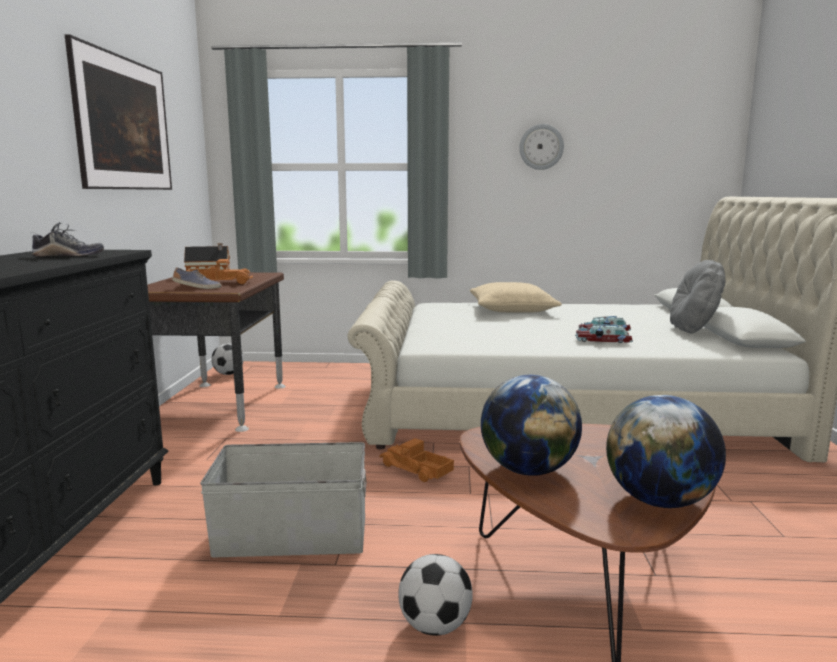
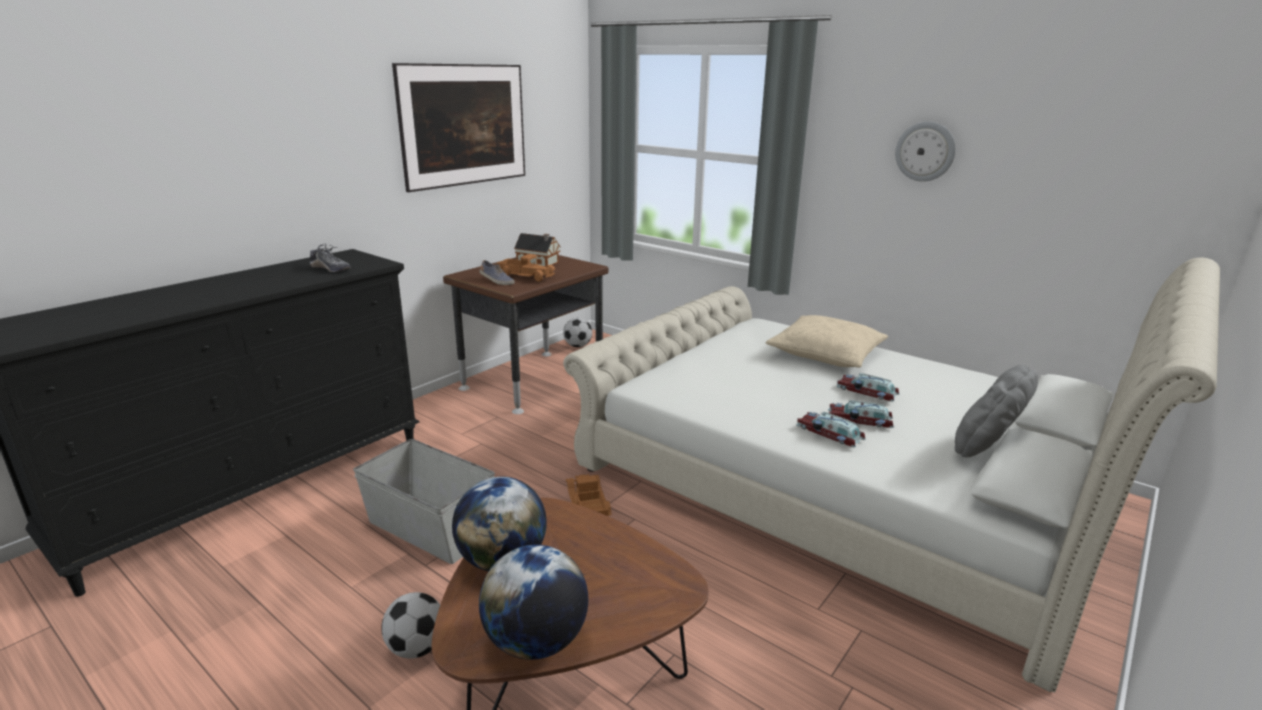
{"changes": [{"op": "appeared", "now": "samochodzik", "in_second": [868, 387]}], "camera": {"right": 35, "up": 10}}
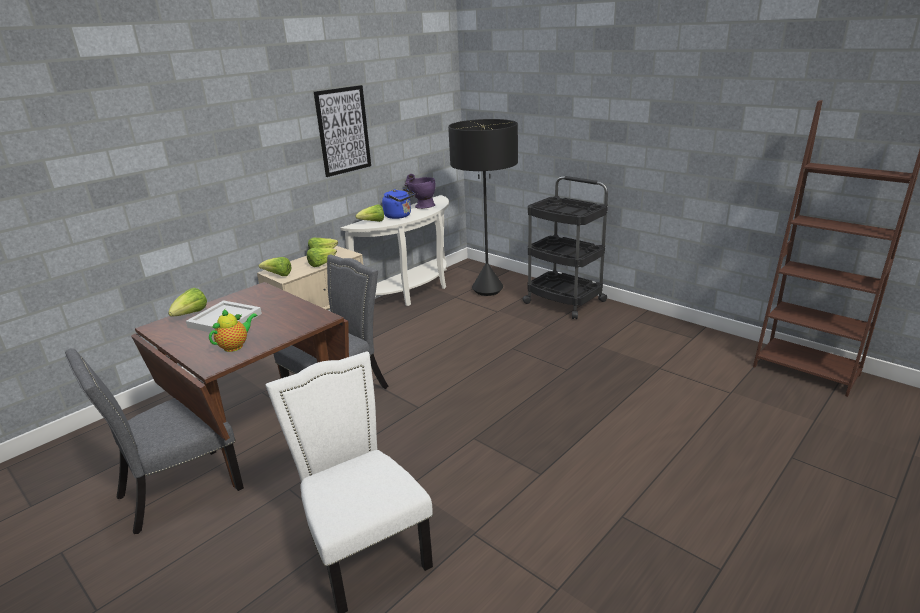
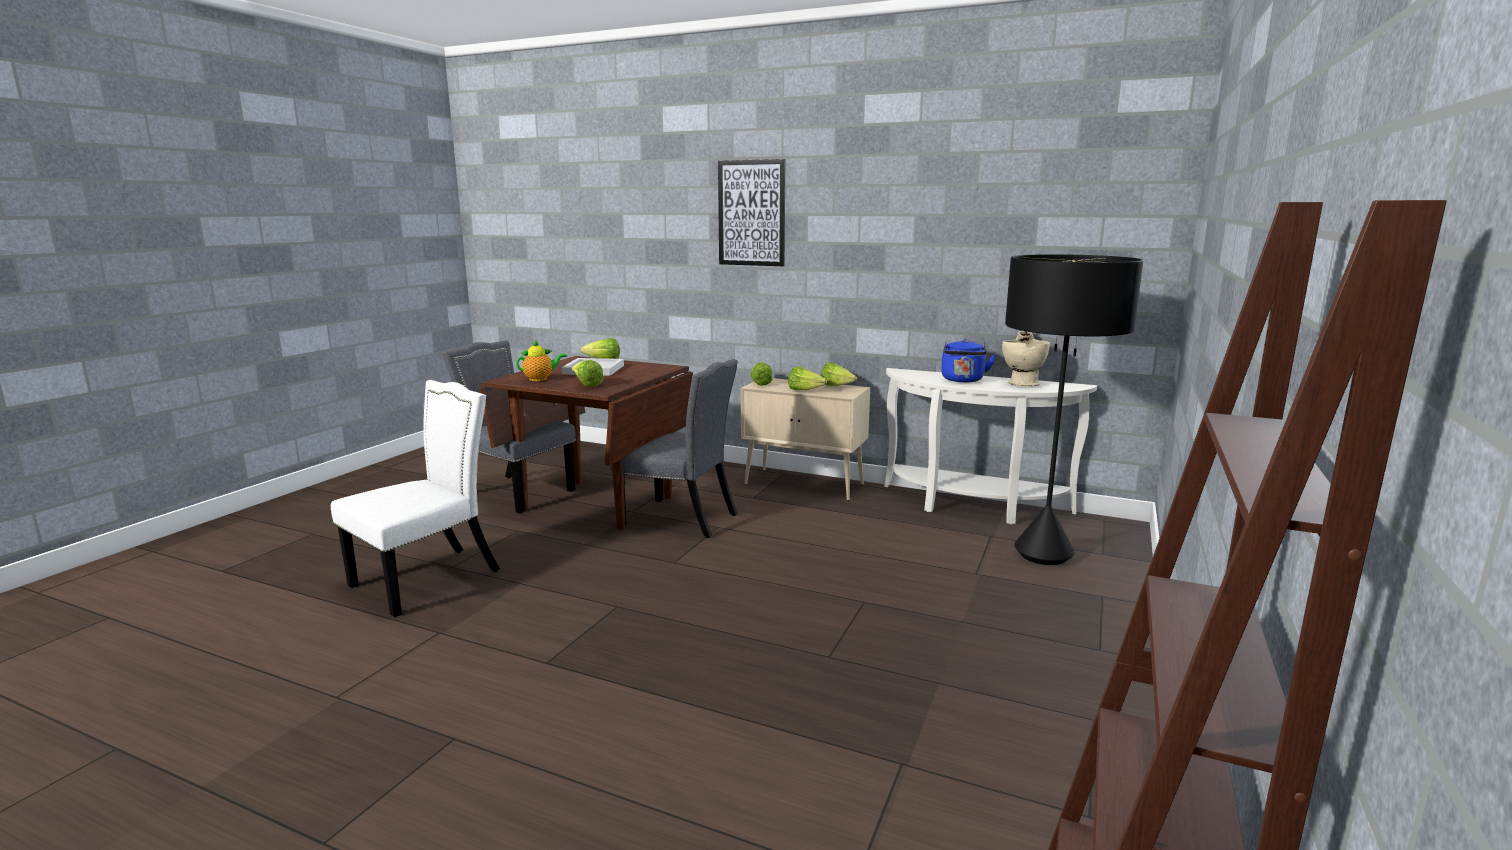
{"changes": [{"op": "spun", "was": "imbryk", "in_first": [233, 330], "in_second": [541, 360], "clockwise": -45}, {"op": "relocated", "was": "obraz", "in_first": [342, 131], "in_second": [752, 212]}, {"op": "relocated", "was": "sałata", "in_first": [369, 213], "in_second": [588, 373]}, {"op": "colour", "was": "wazon/fioletowy", "now": "wazon/beżowy", "in_first": [420, 191], "in_second": [1026, 358]}, {"op": "missing", "was": "wózek/czarny", "in_first": [565, 247]}], "camera": {"right": 70, "up": -10}}
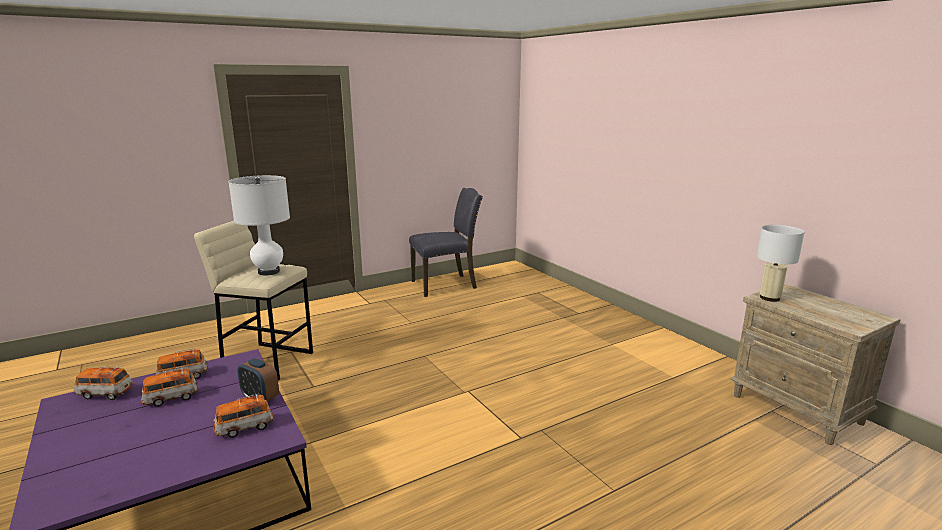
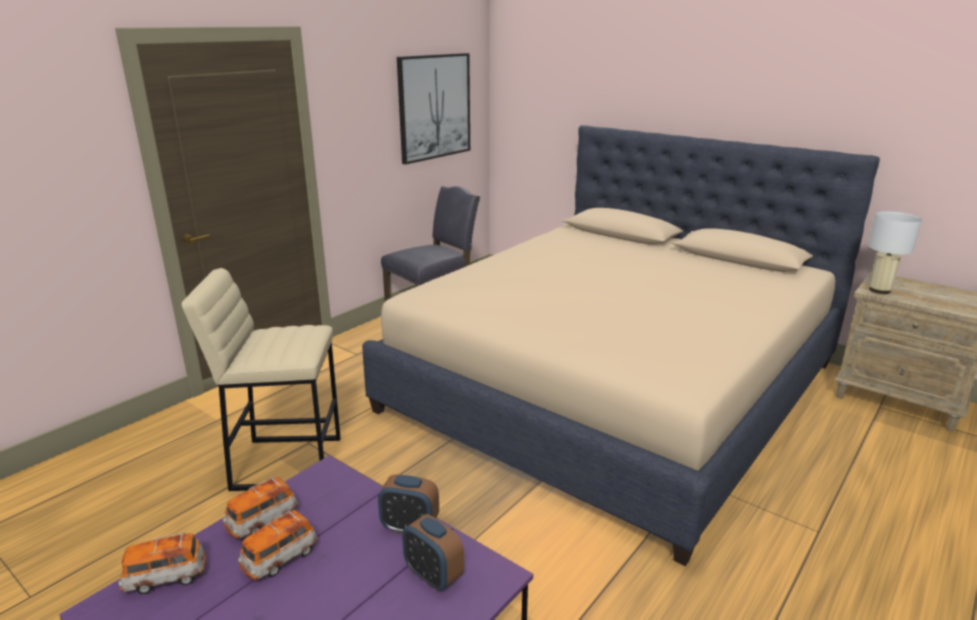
{"changes": [{"op": "exchanged", "was": "samochodzik", "now": "budzik", "in_first": [243, 416], "in_second": [433, 552]}, {"op": "missing", "was": "lampa stołowa/biały", "in_first": [259, 225]}, {"op": "appeared", "now": "łóżko/beżowy", "in_second": [621, 345]}, {"op": "appeared", "now": "obraz", "in_second": [433, 109]}], "camera": {"right": -20, "up": 5}}
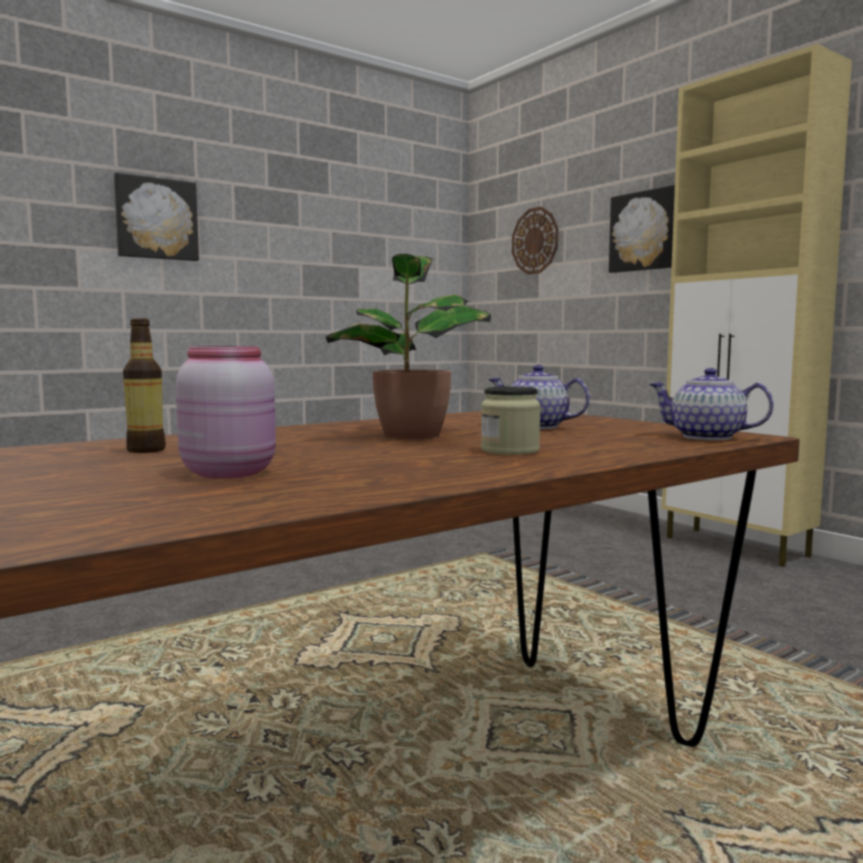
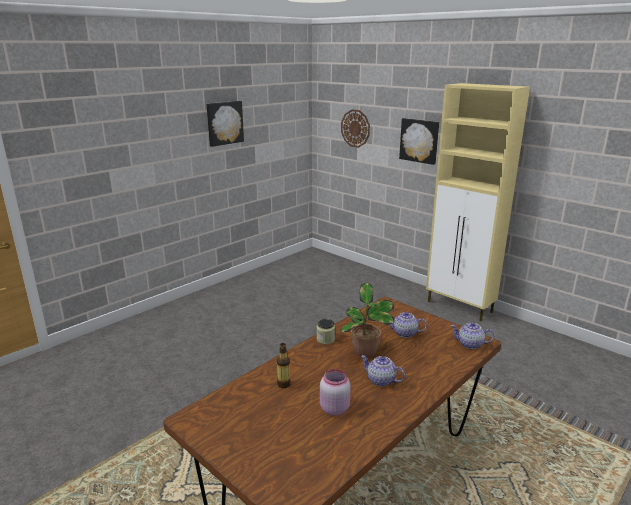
{"changes": [{"op": "relocated", "was": "obraz", "in_first": [156, 217], "in_second": [225, 124]}, {"op": "relocated", "was": "słoik", "in_first": [511, 420], "in_second": [326, 331]}, {"op": "appeared", "now": "imbryk", "in_second": [382, 371]}], "camera": {"right": -10, "up": 15}}
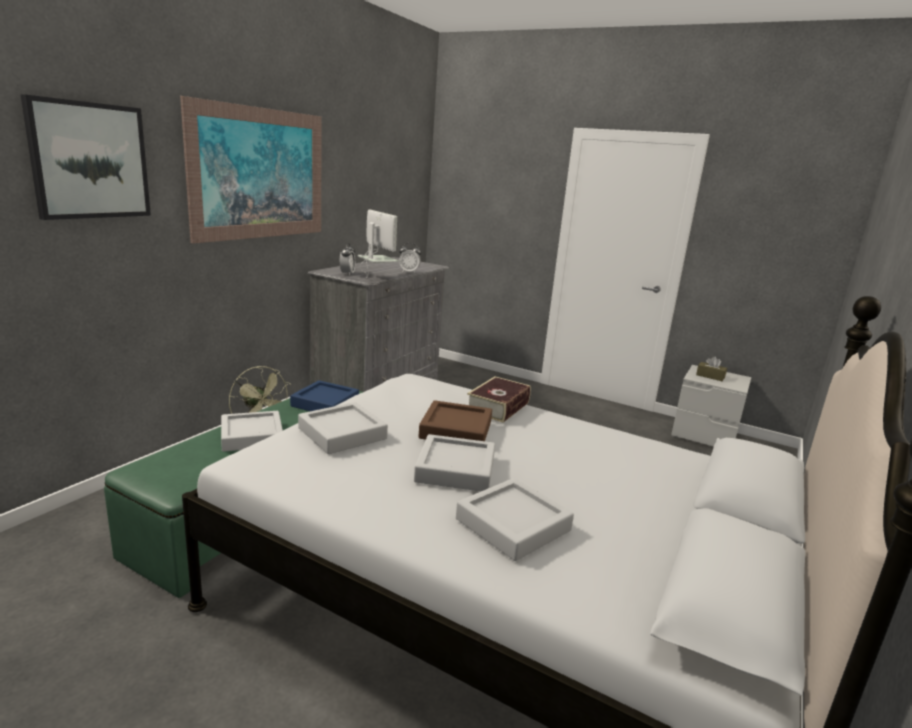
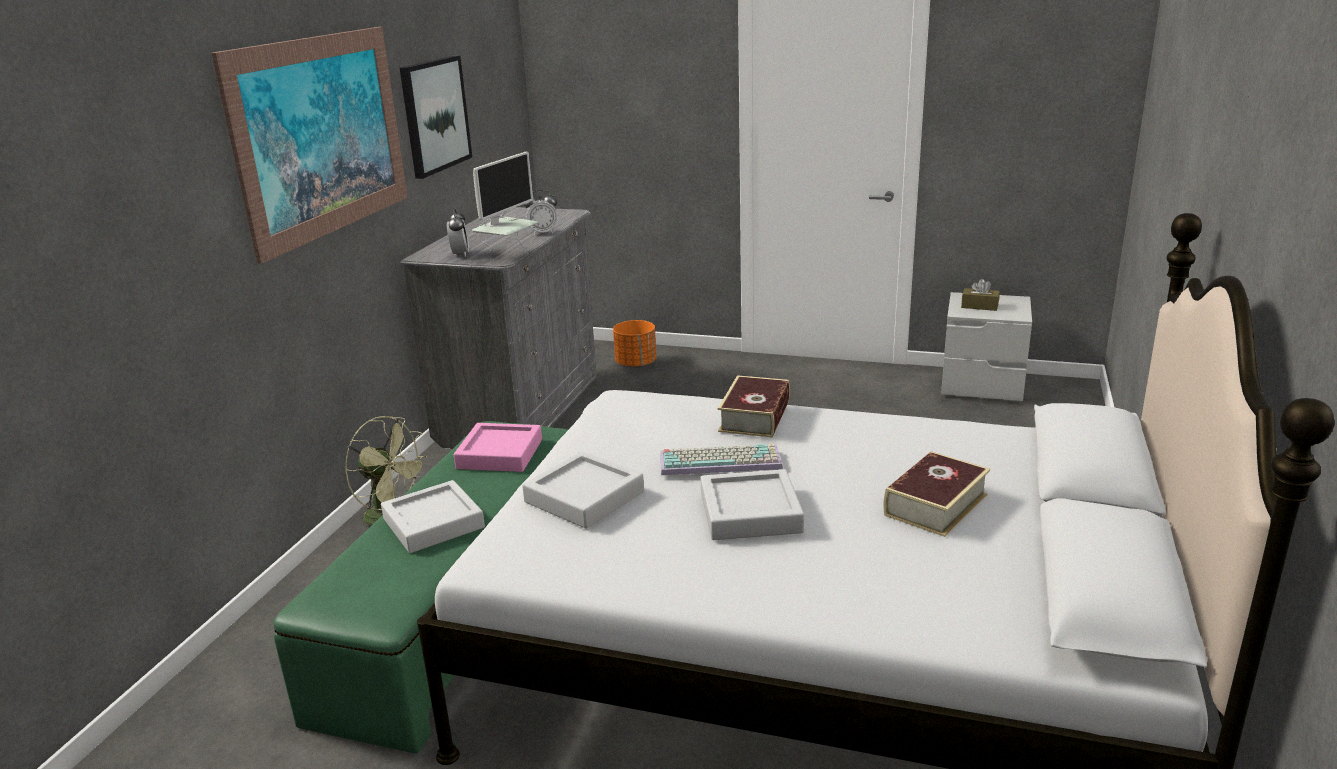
{"changes": [{"op": "relocated", "was": "obraz", "in_first": [85, 157], "in_second": [436, 117]}, {"op": "colour", "was": "taca/niebieski", "now": "taca/różowy", "in_first": [324, 395], "in_second": [498, 447]}, {"op": "spun", "was": "monitor", "in_first": [379, 243], "in_second": [505, 202], "clockwise": 75}, {"op": "exchanged", "was": "taca/brązowy", "now": "klawiatura", "in_first": [455, 420], "in_second": [721, 459]}, {"op": "missing", "was": "taca/szary", "in_first": [515, 519]}, {"op": "appeared", "now": "donica/pomarańczowy", "in_second": [634, 344]}, {"op": "appeared", "now": "książka", "in_second": [937, 494]}], "camera": {"right": -10, "up": 5}}
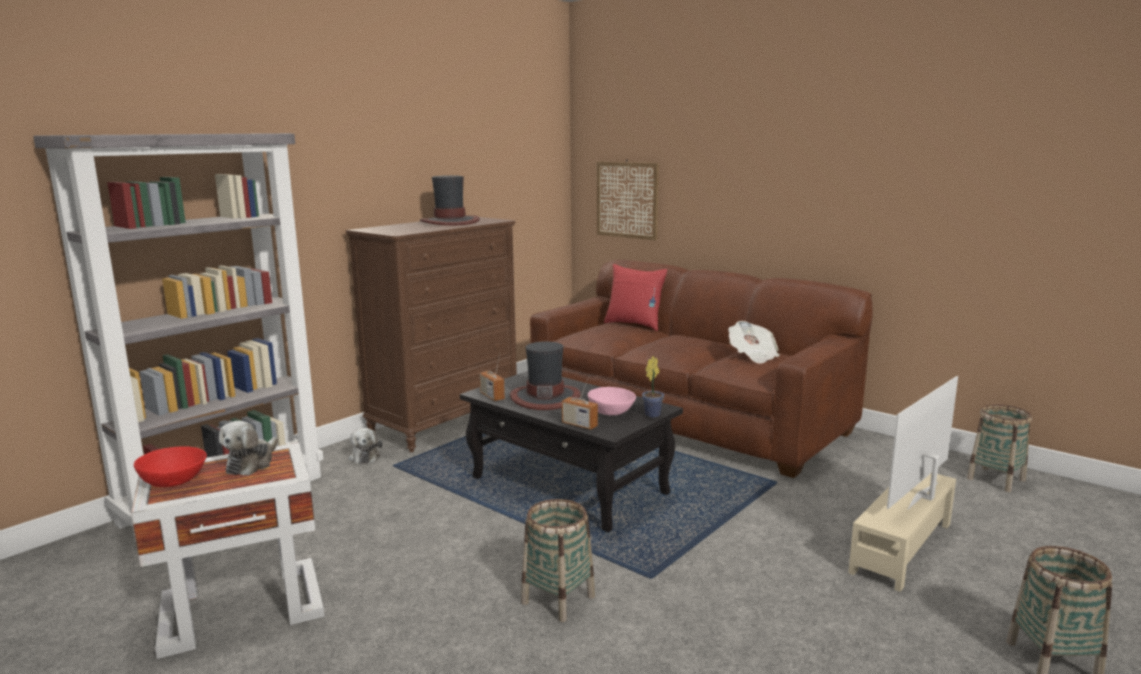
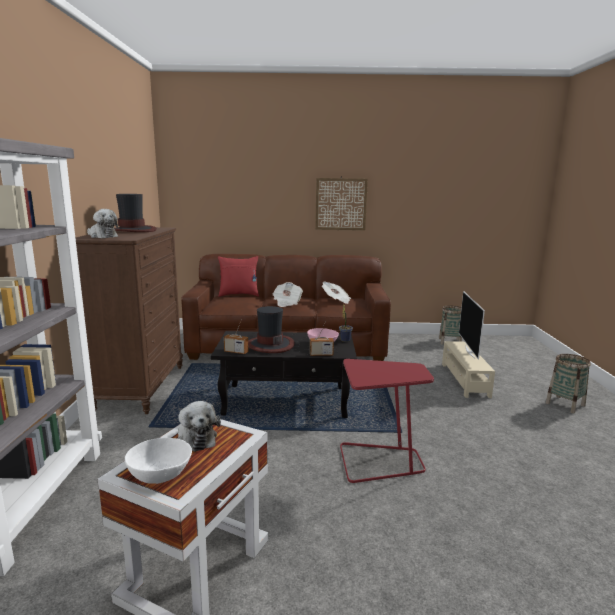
{"changes": [{"op": "colour", "was": "miska/czerwony", "now": "miska/biały", "in_first": [170, 466], "in_second": [158, 461]}, {"op": "relocated", "was": "pluszak", "in_first": [365, 446], "in_second": [102, 223]}, {"op": "exchanged", "was": "koszyk", "now": "stolik/czerwony", "in_first": [558, 560], "in_second": [387, 421]}, {"op": "relocated", "was": "obraz", "in_first": [628, 200], "in_second": [341, 203]}, {"op": "appeared", "now": "gazeta", "in_second": [288, 294]}], "camera": {"right": -40, "up": 0}}
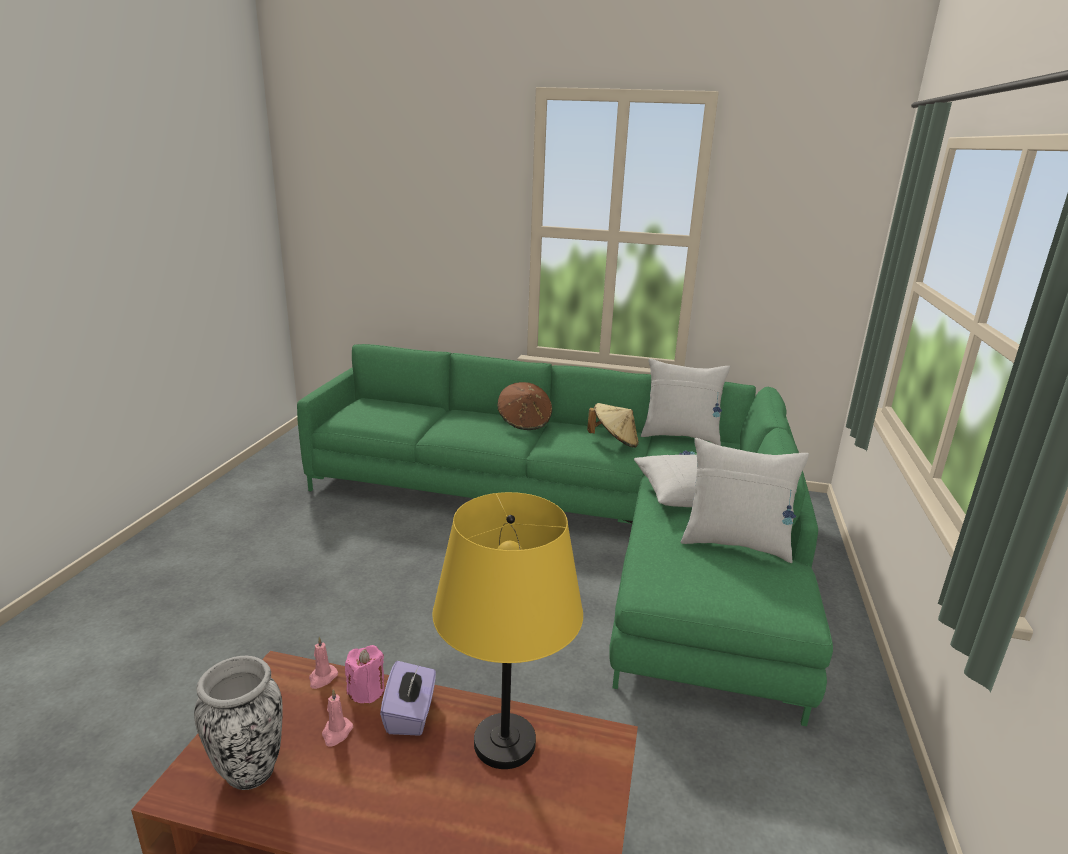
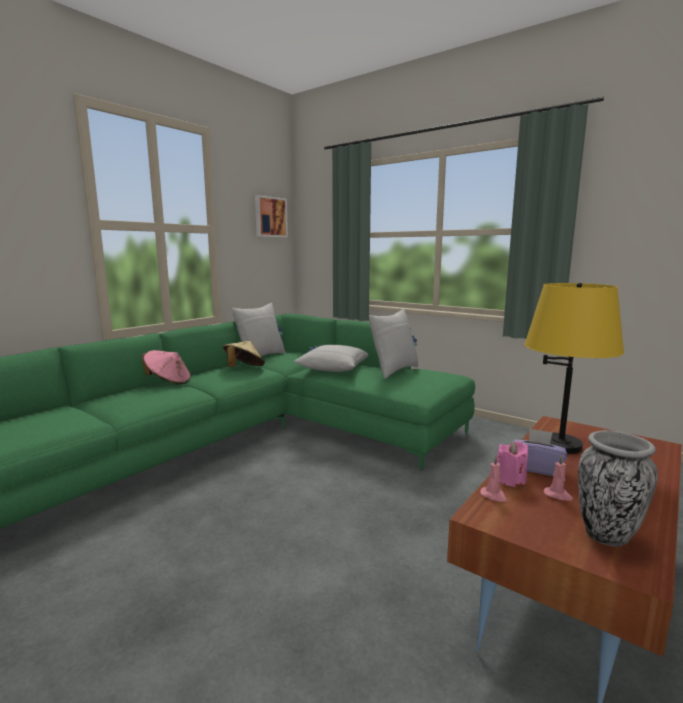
{"changes": [{"op": "colour", "was": "kapelusz/brązowy", "now": "kapelusz/różowy", "in_first": [524, 406], "in_second": [166, 367]}, {"op": "appeared", "now": "obraz", "in_second": [271, 216]}], "camera": {"right": -65, "up": -10}}
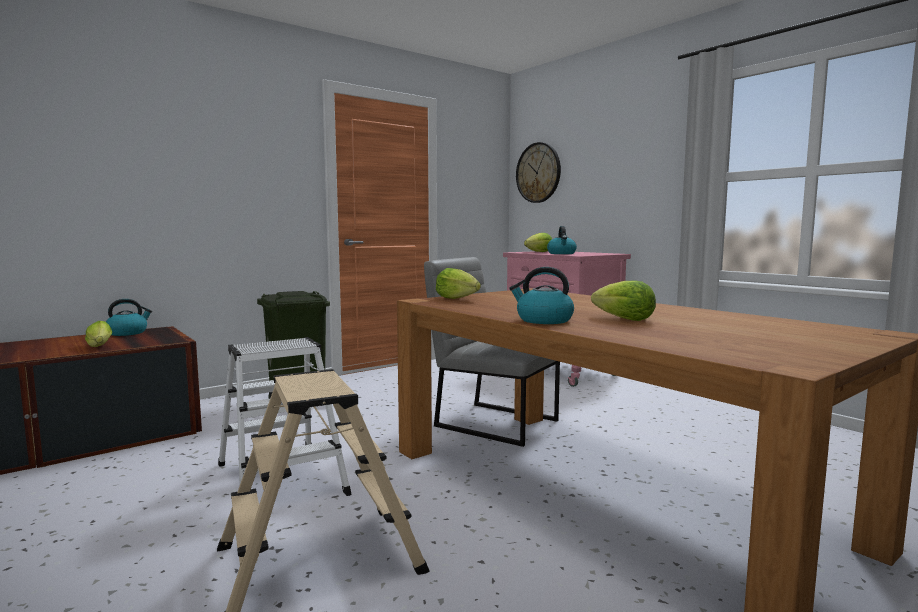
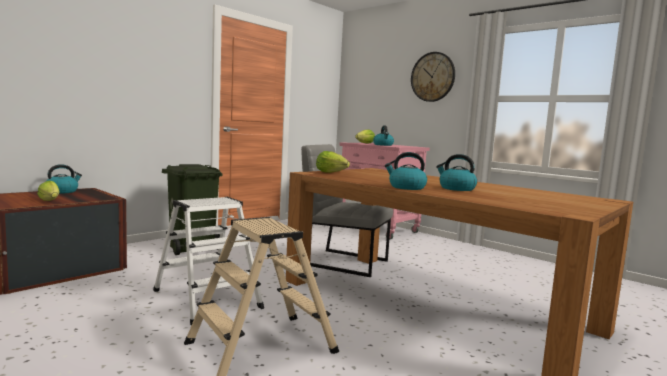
{"changes": [{"op": "relocated", "was": "zegar ścienny", "in_first": [538, 172], "in_second": [433, 77]}, {"op": "exchanged", "was": "sałata", "now": "czajnik", "in_first": [623, 301], "in_second": [456, 172]}], "camera": {"right": -10, "up": 0}}
